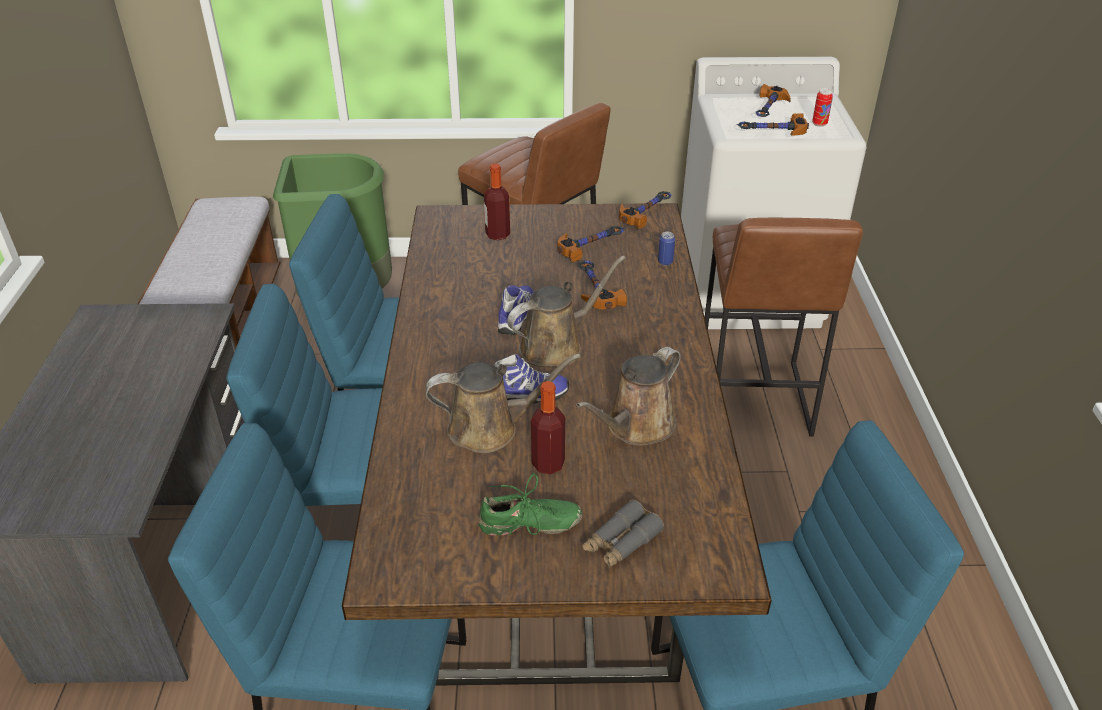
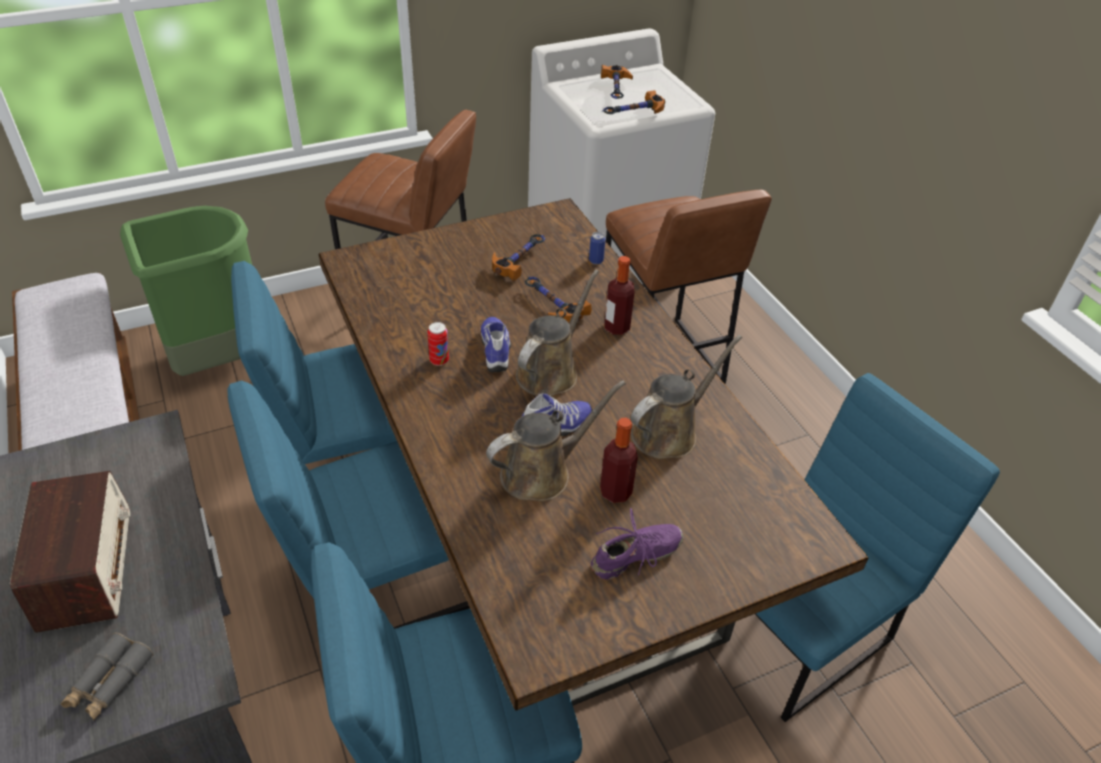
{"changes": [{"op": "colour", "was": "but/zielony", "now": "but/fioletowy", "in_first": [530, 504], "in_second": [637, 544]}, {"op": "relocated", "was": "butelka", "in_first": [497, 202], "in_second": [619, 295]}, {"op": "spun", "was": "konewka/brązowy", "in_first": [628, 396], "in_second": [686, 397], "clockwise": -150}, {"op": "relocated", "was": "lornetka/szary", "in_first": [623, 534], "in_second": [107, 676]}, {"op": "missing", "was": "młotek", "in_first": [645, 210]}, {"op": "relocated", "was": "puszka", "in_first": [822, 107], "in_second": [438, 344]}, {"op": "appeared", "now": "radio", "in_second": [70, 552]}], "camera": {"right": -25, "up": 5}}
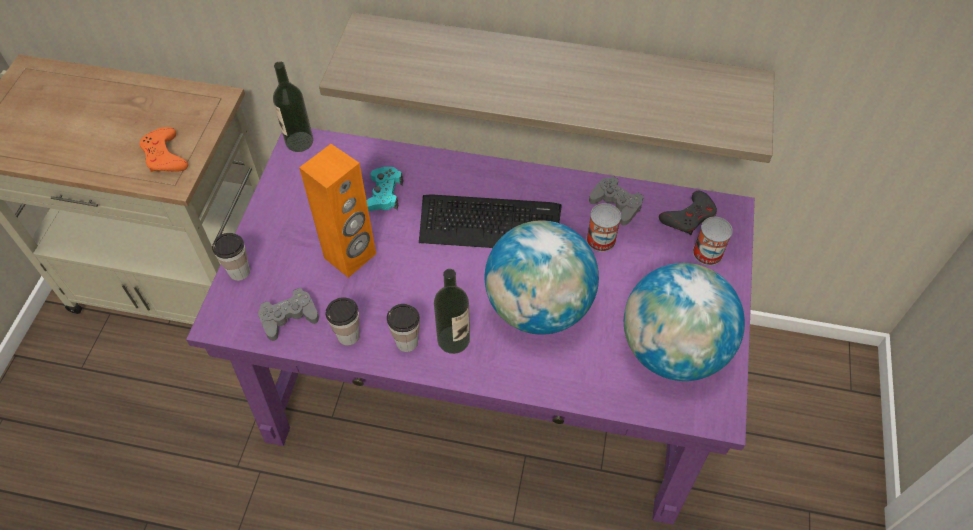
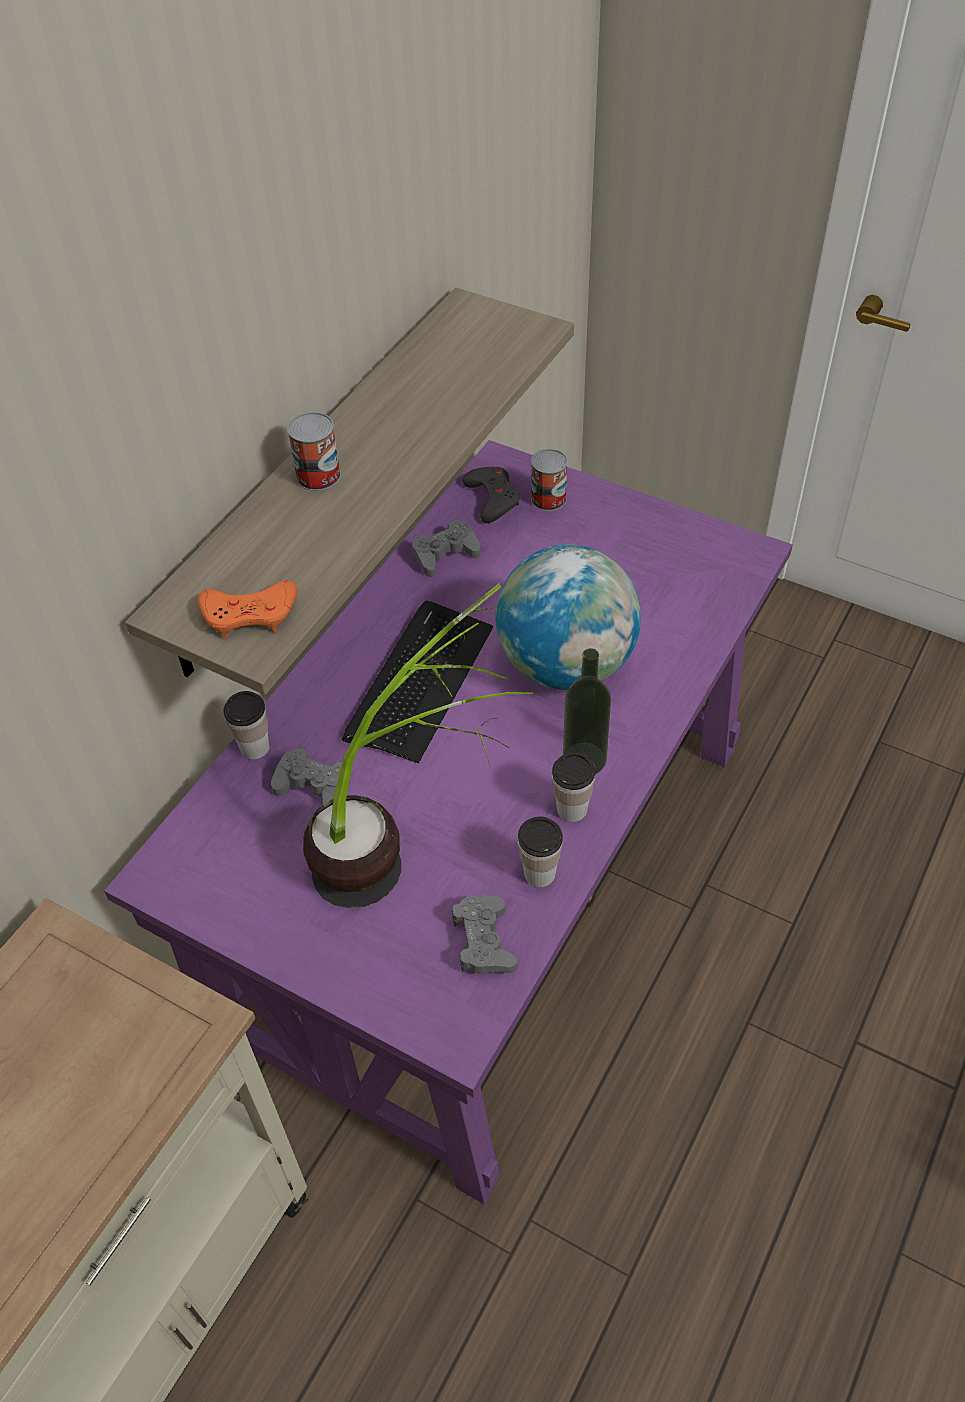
{"changes": [{"op": "relocated", "was": "pad do gier/pomarańczowy", "in_first": [163, 149], "in_second": [247, 609]}, {"op": "relocated", "was": "filiżanka", "in_first": [231, 257], "in_second": [246, 725]}, {"op": "missing", "was": "butelka", "in_first": [293, 106]}, {"op": "exchanged", "was": "głośnik/pomarańczowy", "now": "roślina doniczkowa", "in_first": [337, 211], "in_second": [418, 745]}, {"op": "colour", "was": "pad do gier/turkusowy", "now": "pad do gier/szary", "in_first": [384, 189], "in_second": [310, 776]}, {"op": "relocated", "was": "puszka", "in_first": [603, 227], "in_second": [314, 451]}, {"op": "missing", "was": "globus", "in_first": [684, 322]}], "camera": {"right": -70, "up": -5}}
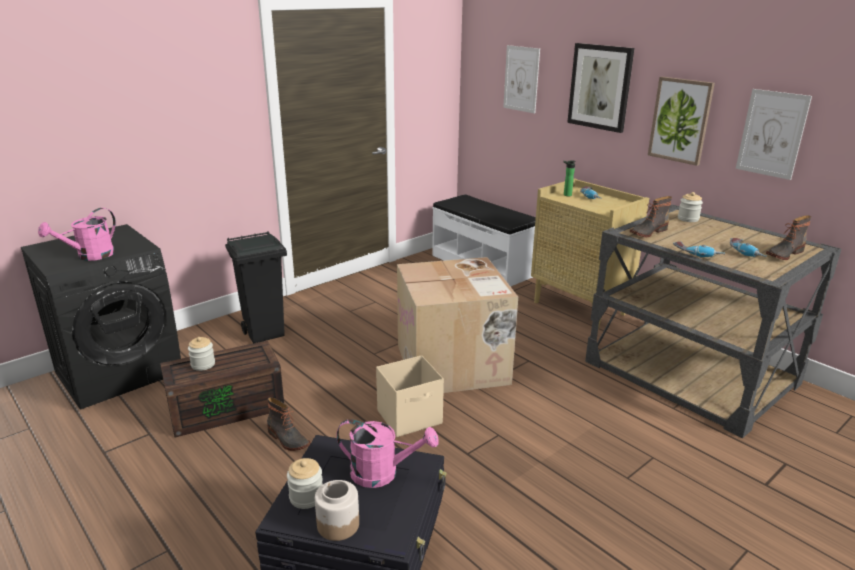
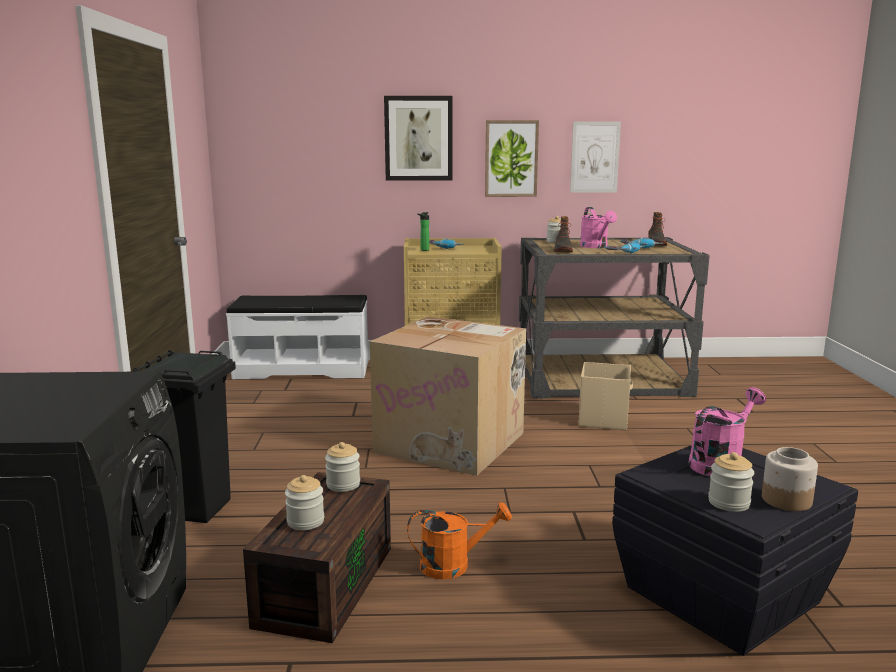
{"changes": [{"op": "relocated", "was": "konewka/różowy", "in_first": [77, 234], "in_second": [598, 227]}, {"op": "exchanged", "was": "but z cholewką", "now": "konewka/pomarańczowy", "in_first": [289, 424], "in_second": [459, 541]}, {"op": "relocated", "was": "pojemnik do przechowywania/beżowy", "in_first": [410, 396], "in_second": [606, 396]}, {"op": "missing", "was": "obraz", "in_first": [521, 79]}, {"op": "appeared", "now": "słoik", "in_second": [342, 467]}], "camera": {"right": -50, "up": -10}}
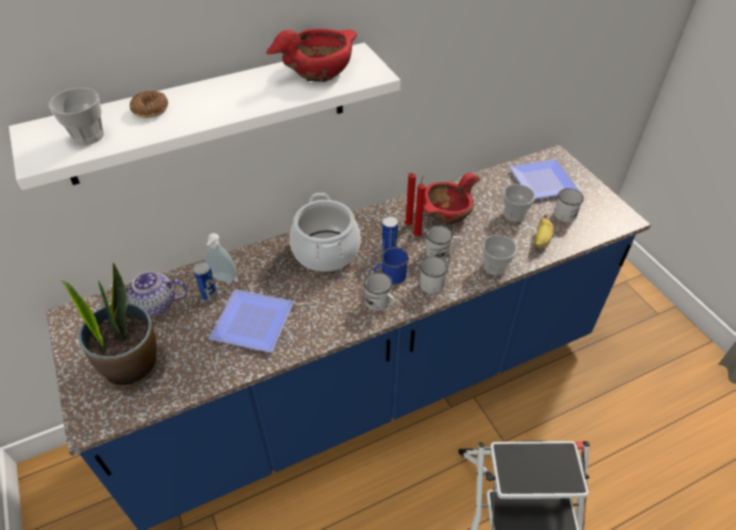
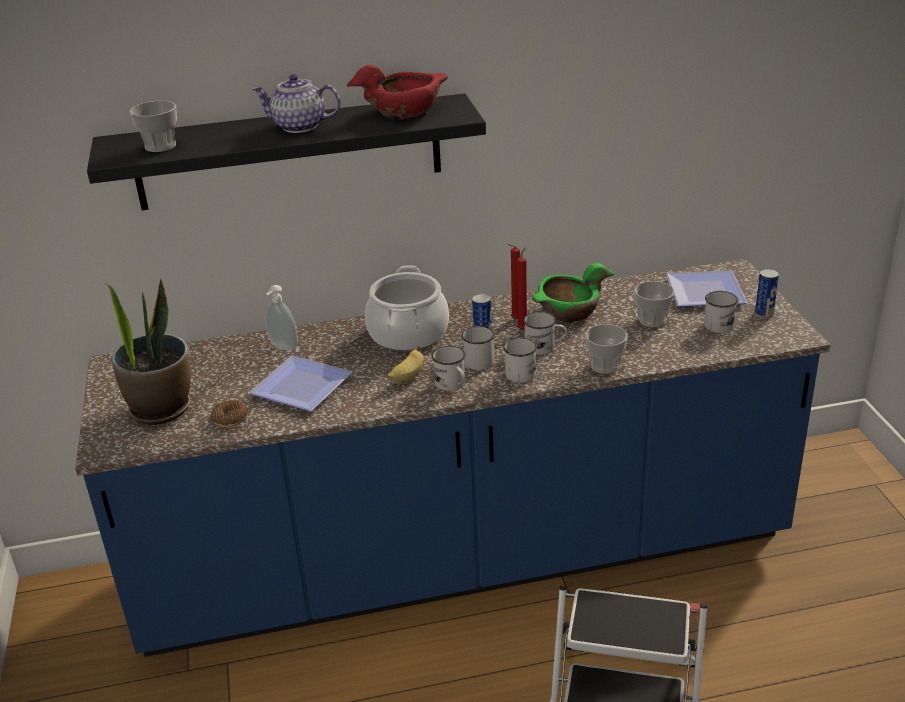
{"changes": [{"op": "colour", "was": "półka/biały", "now": "półka/czarny", "in_first": [205, 116], "in_second": [286, 151]}, {"op": "relocated", "was": "imbryk", "in_first": [148, 293], "in_second": [296, 103]}, {"op": "relocated", "was": "donut", "in_first": [149, 104], "in_second": [229, 413]}, {"op": "relocated", "was": "puszka", "in_first": [205, 282], "in_second": [767, 294]}, {"op": "colour", "was": "kubek/niebieski", "now": "kubek/biały", "in_first": [391, 265], "in_second": [473, 348]}, {"op": "colour", "was": "miska/czerwony", "now": "miska/zielony", "in_first": [451, 198], "in_second": [573, 293]}, {"op": "relocated", "was": "banan", "in_first": [543, 231], "in_second": [406, 365]}], "camera": {"right": 15, "up": -15}}
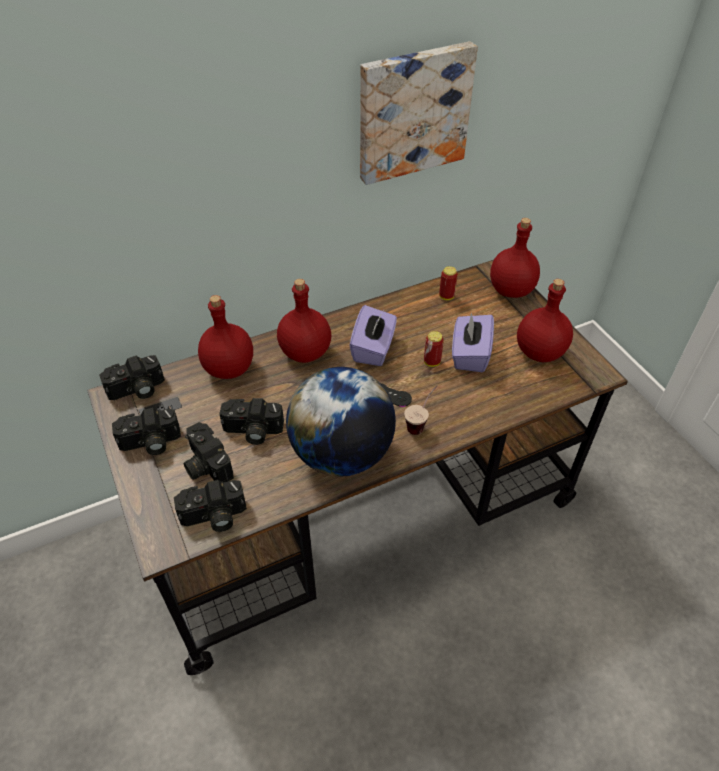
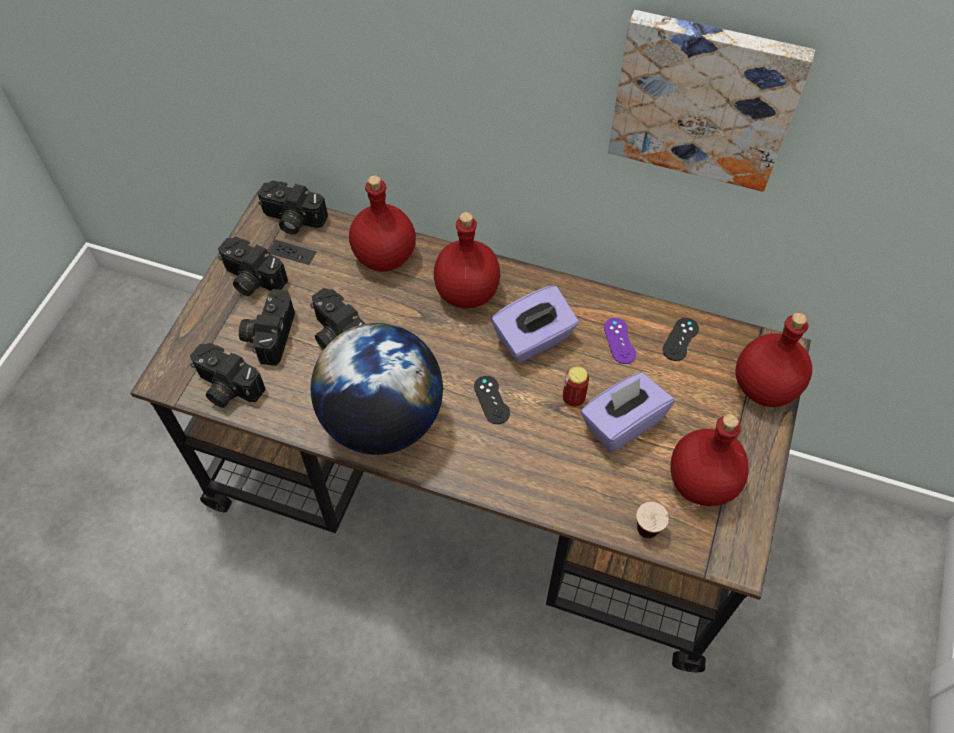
{"changes": [{"op": "relocated", "was": "filiżanka", "in_first": [421, 410], "in_second": [667, 520]}, {"op": "exchanged", "was": "puszka", "now": "pad do gier/czarny", "in_first": [448, 283], "in_second": [680, 339]}, {"op": "appeared", "now": "pad do gier/fioletowy", "in_second": [620, 341]}], "camera": {"right": 45, "up": 10}}
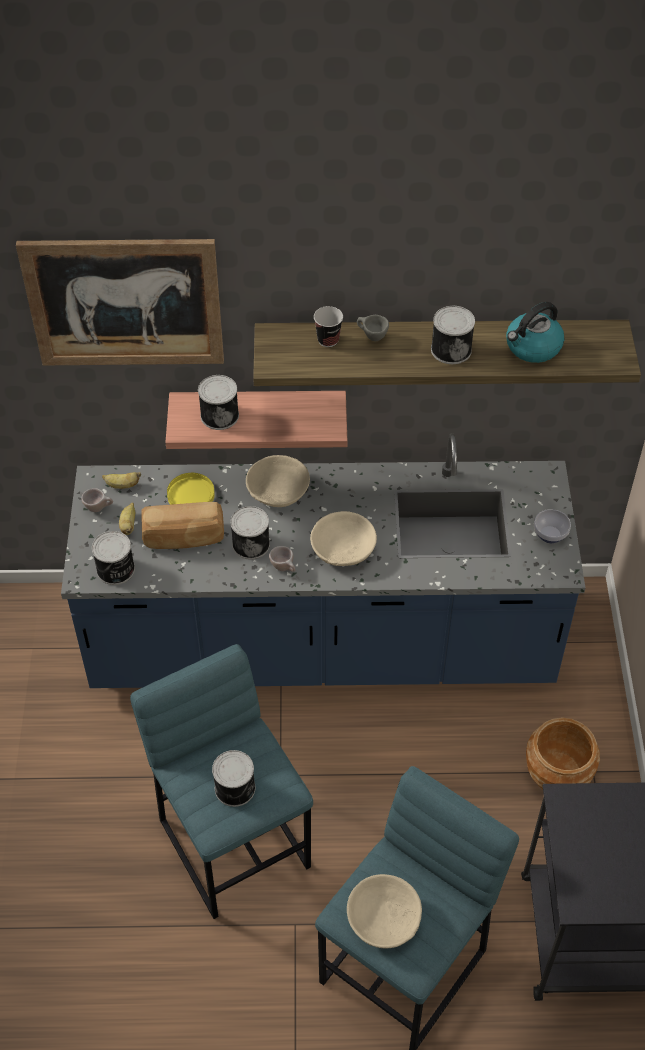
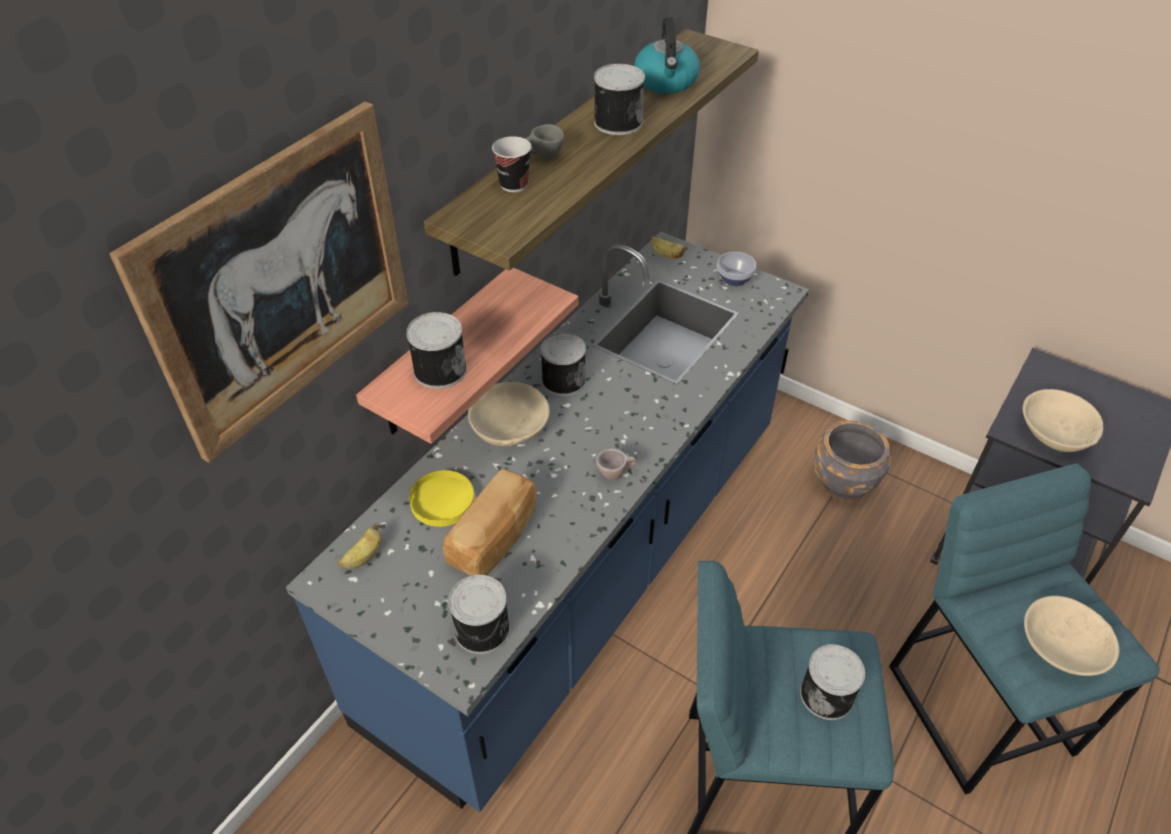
{"changes": [{"op": "missing", "was": "filiżanka/beżowy", "in_first": [97, 500]}, {"op": "relocated", "was": "banan", "in_first": [127, 518], "in_second": [669, 247]}, {"op": "relocated", "was": "puszka", "in_first": [250, 533], "in_second": [563, 364]}, {"op": "relocated", "was": "miska/beżowy", "in_first": [343, 538], "in_second": [1062, 420]}, {"op": "colour", "was": "donica/brązowy", "now": "donica/szary", "in_first": [563, 753], "in_second": [852, 460]}], "camera": {"right": -55, "up": -5}}
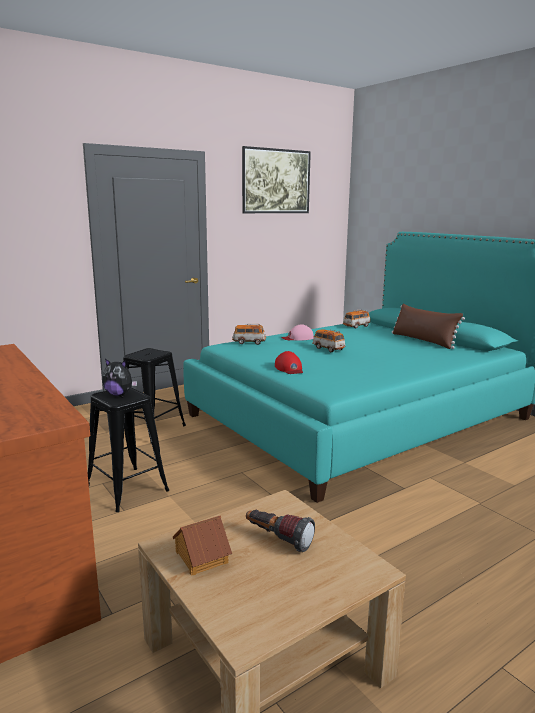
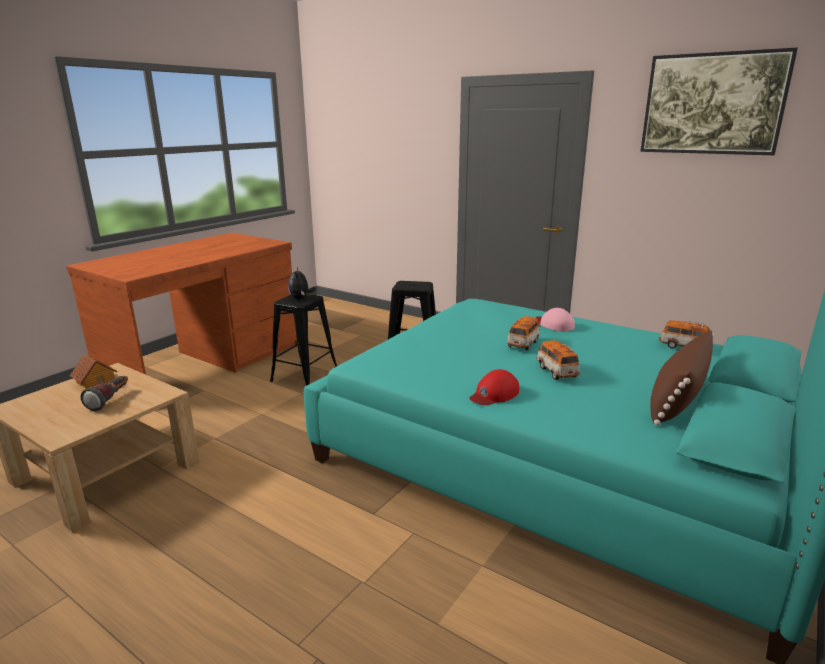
{"changes": [{"op": "relocated", "was": "samochodzik", "in_first": [249, 334], "in_second": [558, 360]}, {"op": "relocated", "was": "czapka z daszkiem/czerwony", "in_first": [289, 362], "in_second": [494, 387]}], "camera": {"right": 70, "up": 5}}
